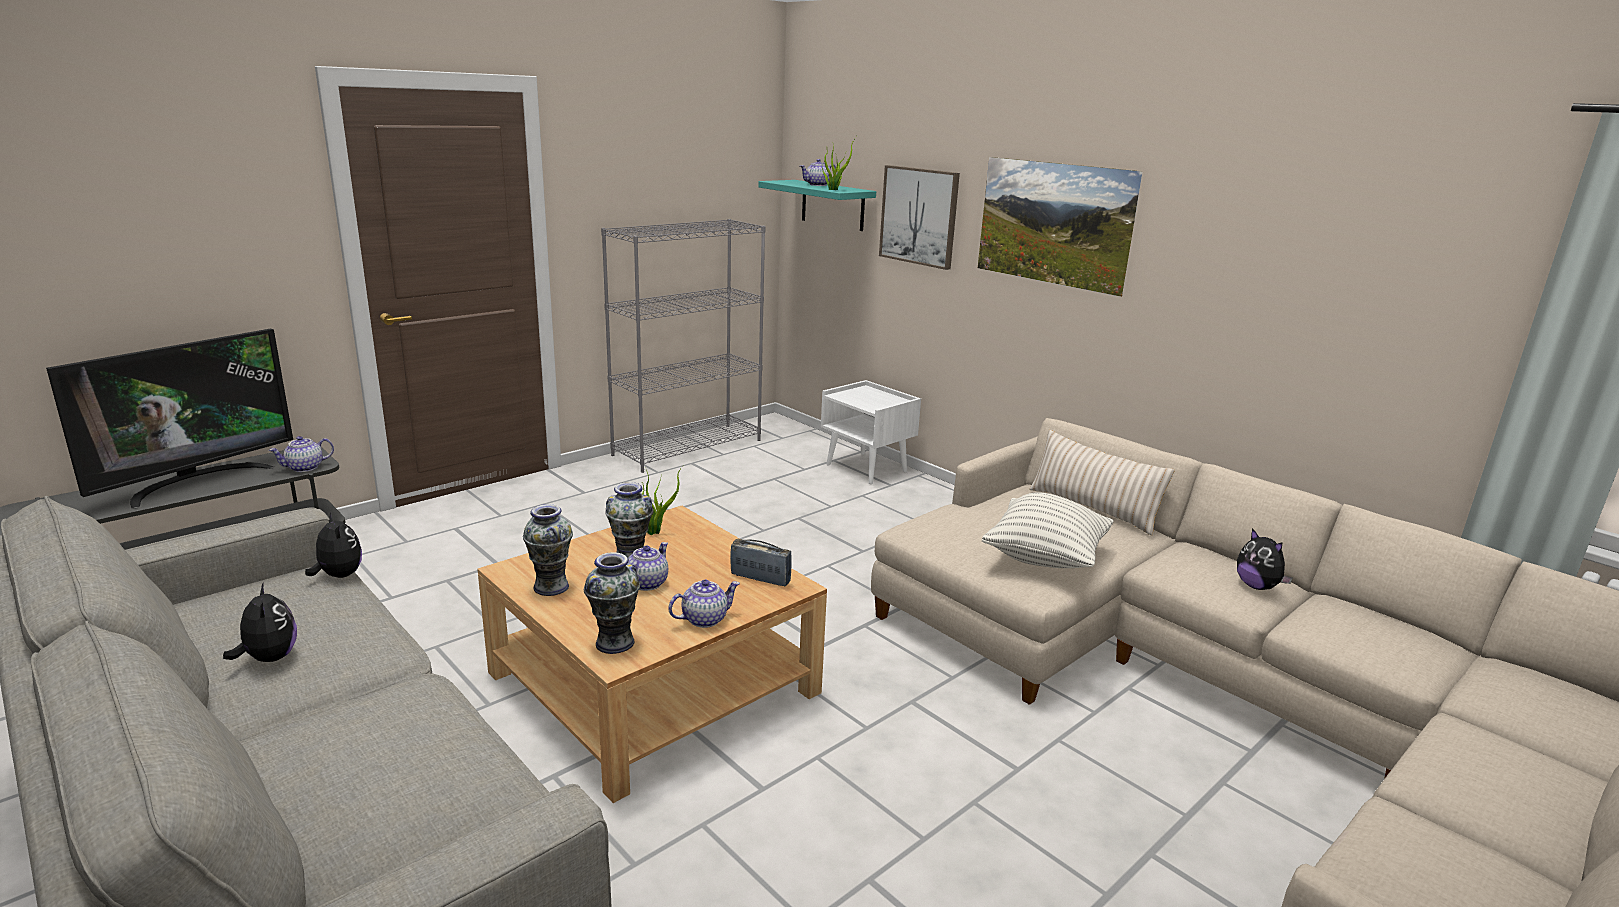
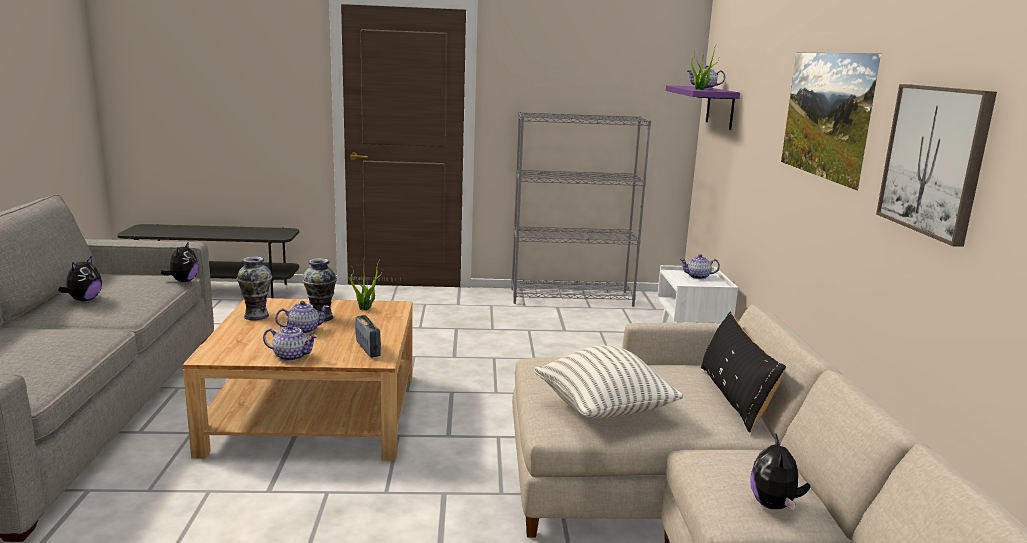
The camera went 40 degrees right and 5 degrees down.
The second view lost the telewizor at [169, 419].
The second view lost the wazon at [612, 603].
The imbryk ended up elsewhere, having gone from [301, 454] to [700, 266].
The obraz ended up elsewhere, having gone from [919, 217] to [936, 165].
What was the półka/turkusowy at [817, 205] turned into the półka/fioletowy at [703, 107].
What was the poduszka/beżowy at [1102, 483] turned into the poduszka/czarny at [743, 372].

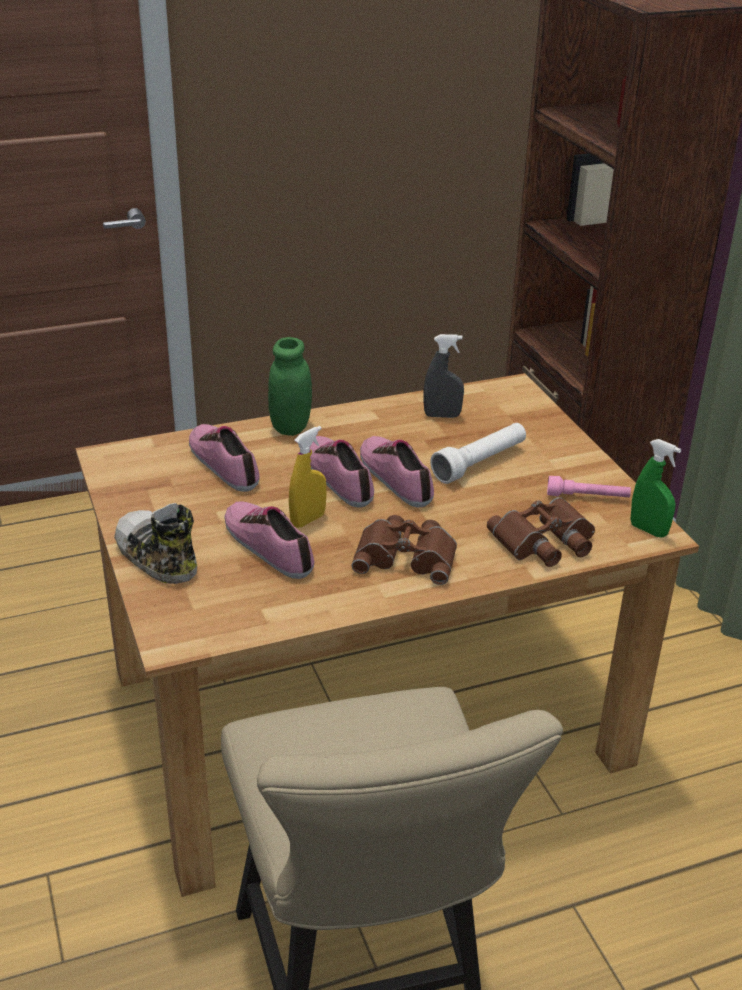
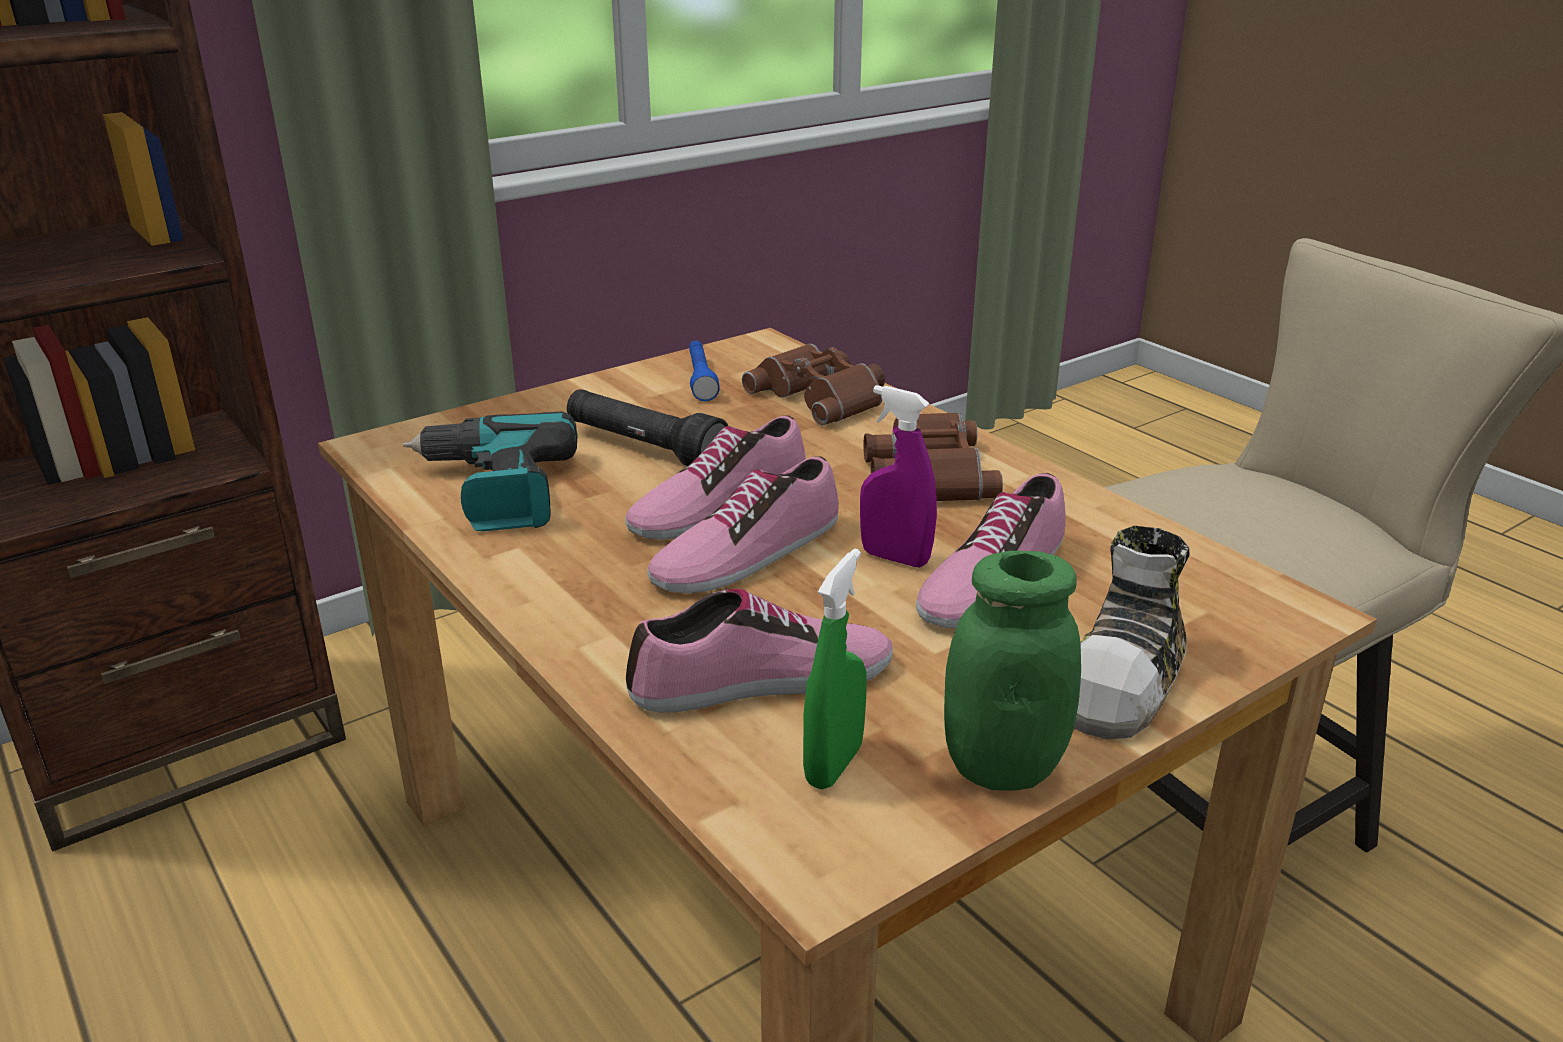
The camera went 105 degrees left and 5 degrees down.
The słoik/zielony ended up elsewhere, having gone from [290, 386] to [1012, 671].
The spryskiwacz/zielony ended up elsewhere, having gone from [656, 488] to [835, 669].
Where the spryskiwacz/szary stood at [443, 376], the wiertarka came to stand at [490, 471].
What was the spryskiwacz/żółty at [307, 477] turned into the spryskiwacz/fioletowy at [898, 476].
What was the latarka/biały at [478, 453] turned into the latarka/czarny at [647, 427].
What was the latarka/różowy at [589, 486] turned into the latarka/niebieski at [704, 370].
The but at [224, 458] ended up facing another way, 150 degrees counterclockwise from before.

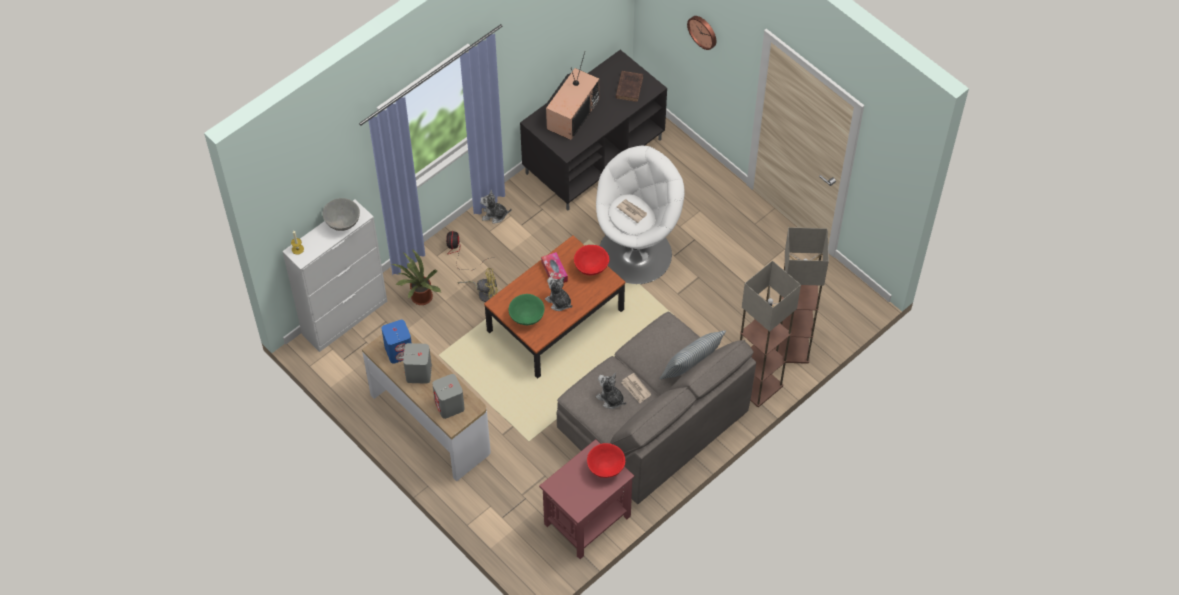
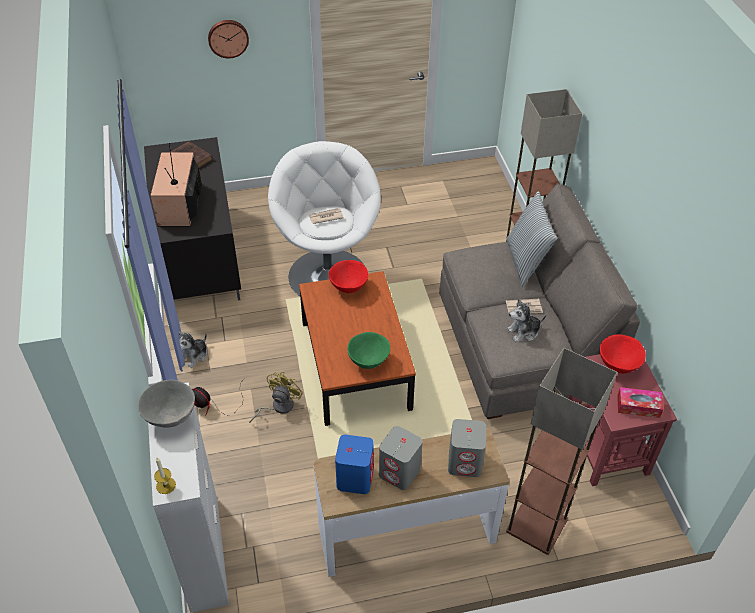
The camera went 60 degrees left and 10 degrees down.
The second view lost the roślina doniczkowa at [416, 277].
The second view lost the pluszak at [558, 293].
The pudełko chusteczek ended up elsewhere, having gone from [554, 267] to [640, 402].
The lampa stojąca ended up elsewhere, having gone from [801, 295] to [561, 451].
The telewizor at [573, 95] ended up facing another way, 150 degrees counterclockwise from before.

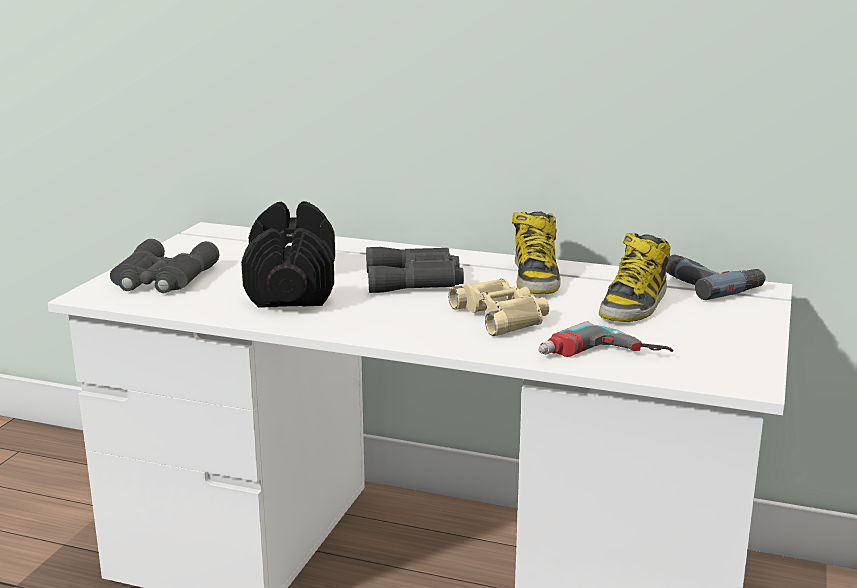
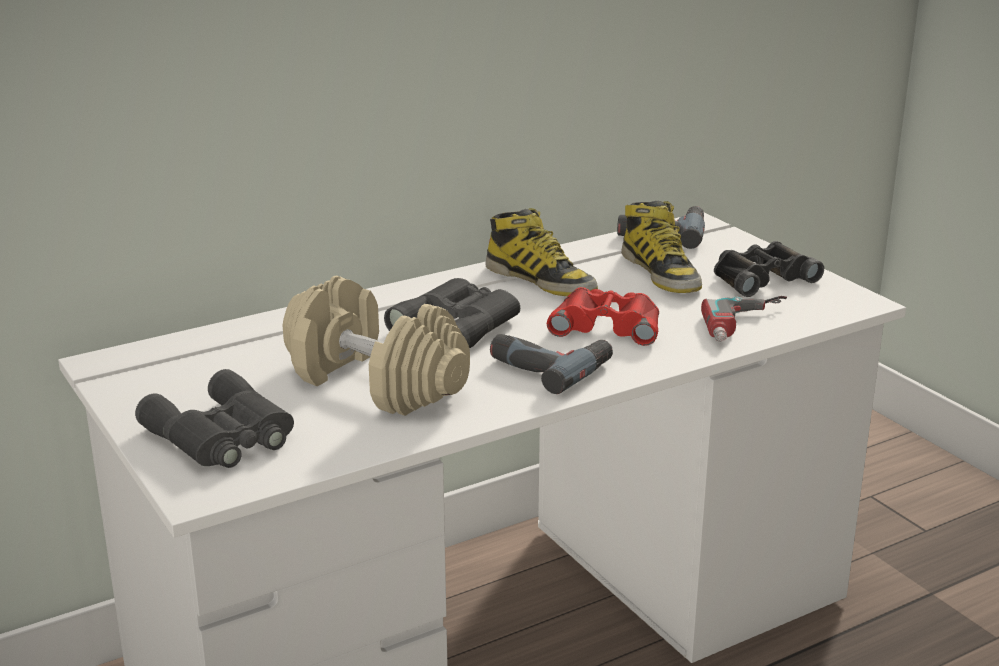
The camera went 50 degrees left and 5 degrees up.
The second view gained the wiertarka at [551, 364].
The second view gained the lornetka/czarny at [769, 269].
What was the hantel/czarny at [288, 254] turned into the hantel/beżowy at [376, 346].
What was the lornetka/beżowy at [498, 307] turned into the lornetka/czerwony at [603, 316].

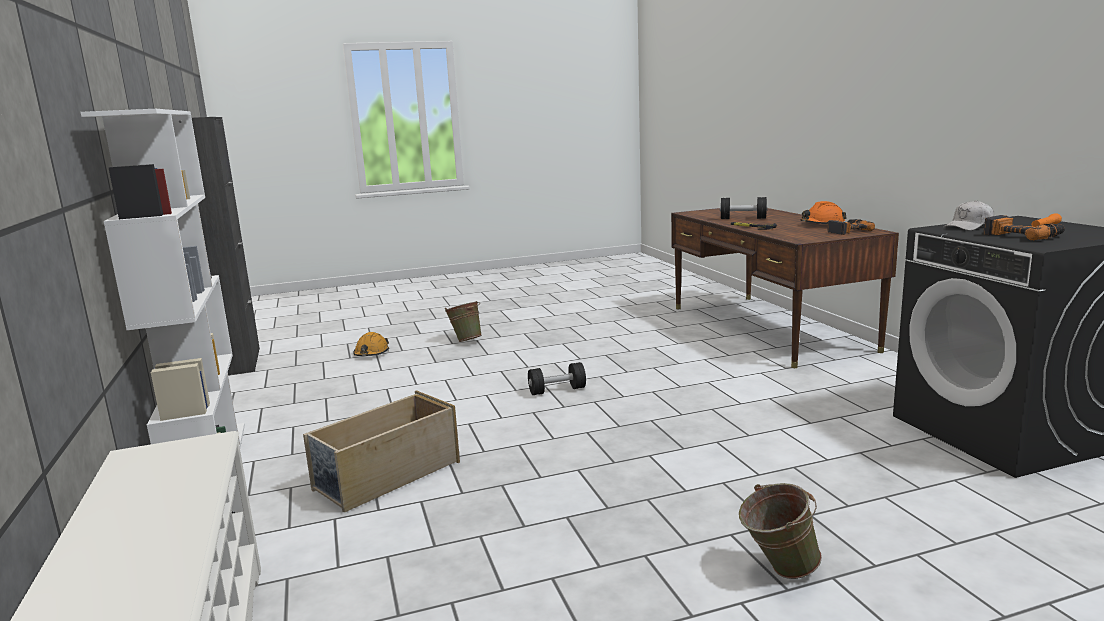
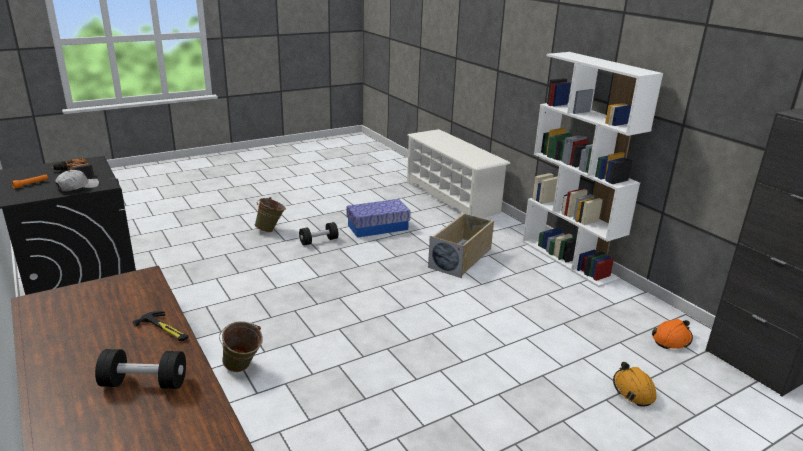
The camera went 165 degrees right and 10 degrees up.
The second view lost the wiertarka at [851, 227].
The second view gained the pojemnik do przechowywania at [378, 218].
The wiadro/zielony ended up elsewhere, having gone from [463, 321] to [241, 346].
The hantel/czarny ended up elsewhere, having gone from [557, 378] to [319, 234].
The kask/pomarańczowy ended up elsewhere, having gone from [823, 212] to [672, 334].

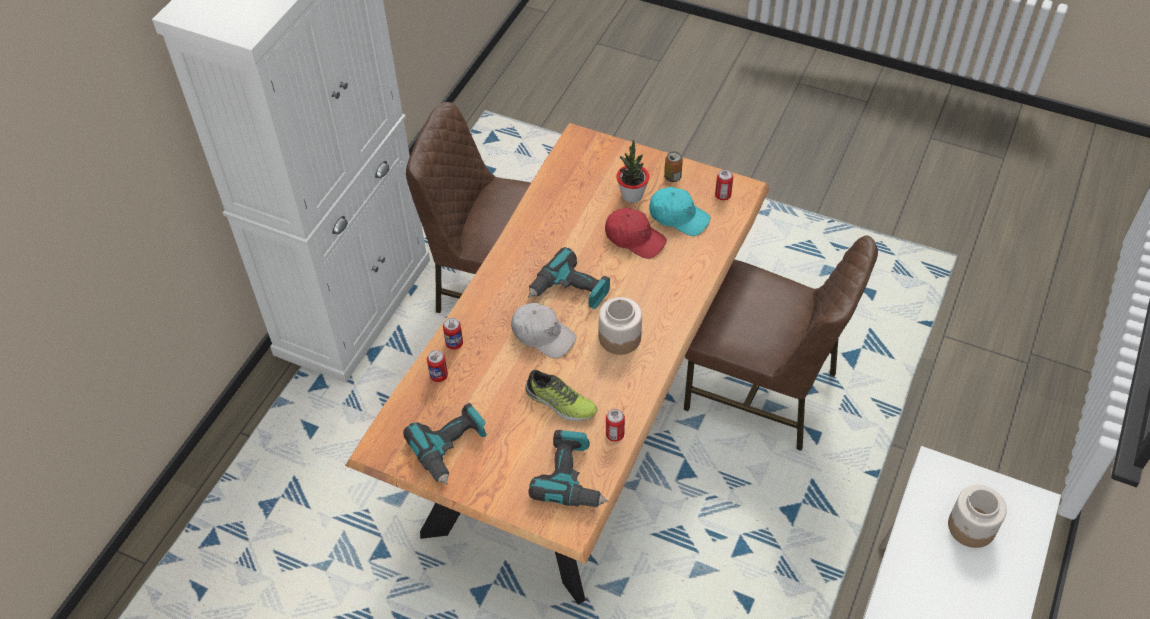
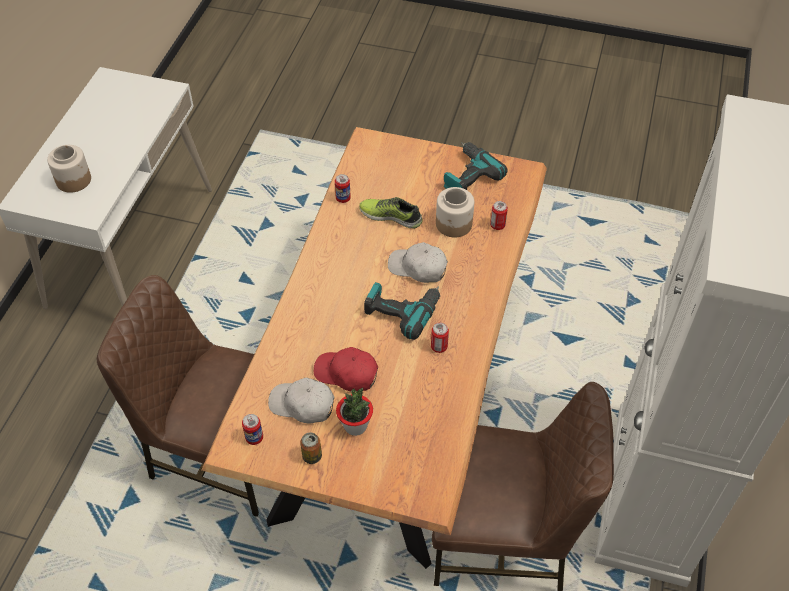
The camera went 170 degrees right and 0 degrees up.
The second view lost the wiertarka at [568, 468].
The puszka ended up elsewhere, having gone from [453, 334] to [440, 338].
The słoik ended up elsewhere, having gone from [620, 326] to [455, 212].
What was the czapka z daszkiem/turkusowy at [679, 211] turned into the czapka z daszkiem/biały at [301, 400].

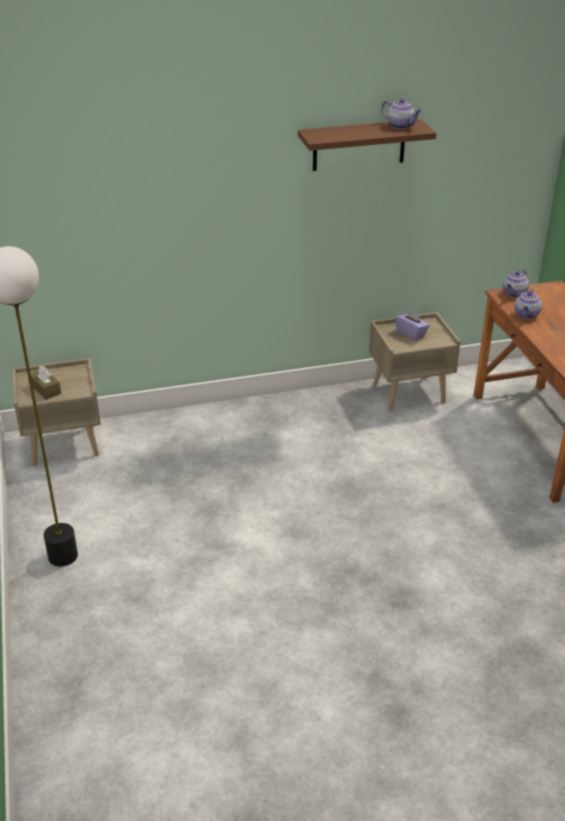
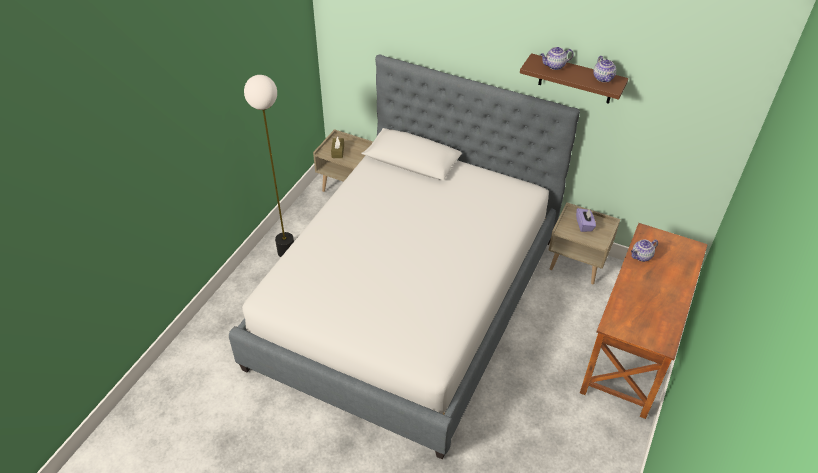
The camera went 40 degrees right and 10 degrees up.
The second view gained the łóżko at [404, 257].
The imbryk ended up elsewhere, having gone from [516, 283] to [556, 58].

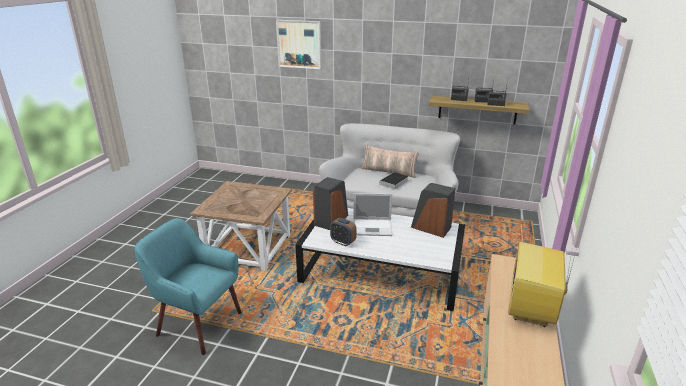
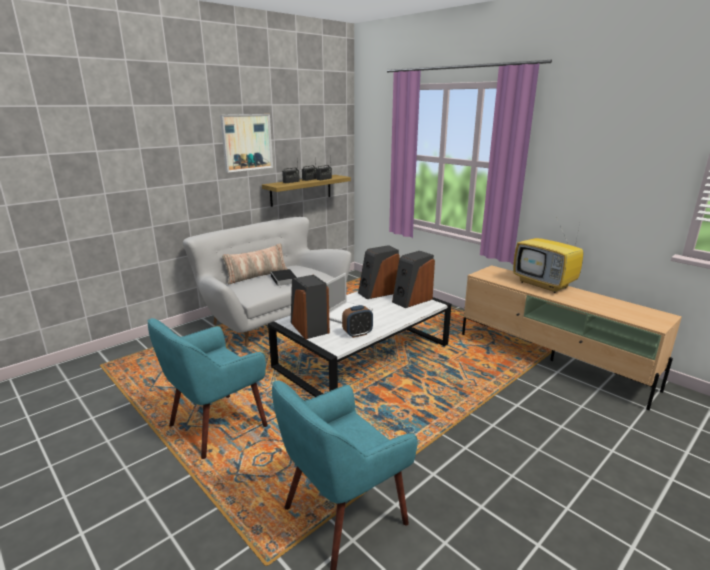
The camera went 60 degrees left and 5 degrees down.
The second view gained the głośnik at [413, 279].
The obraz ended up elsewhere, having gone from [298, 44] to [246, 143].
Where the stolik/brązowy stood at [241, 226], the fotel/turkusowy came to stand at [207, 388].

